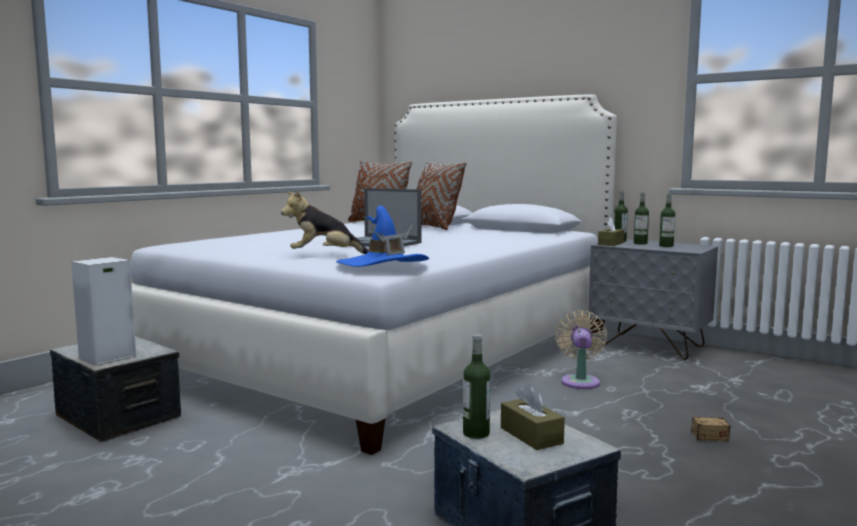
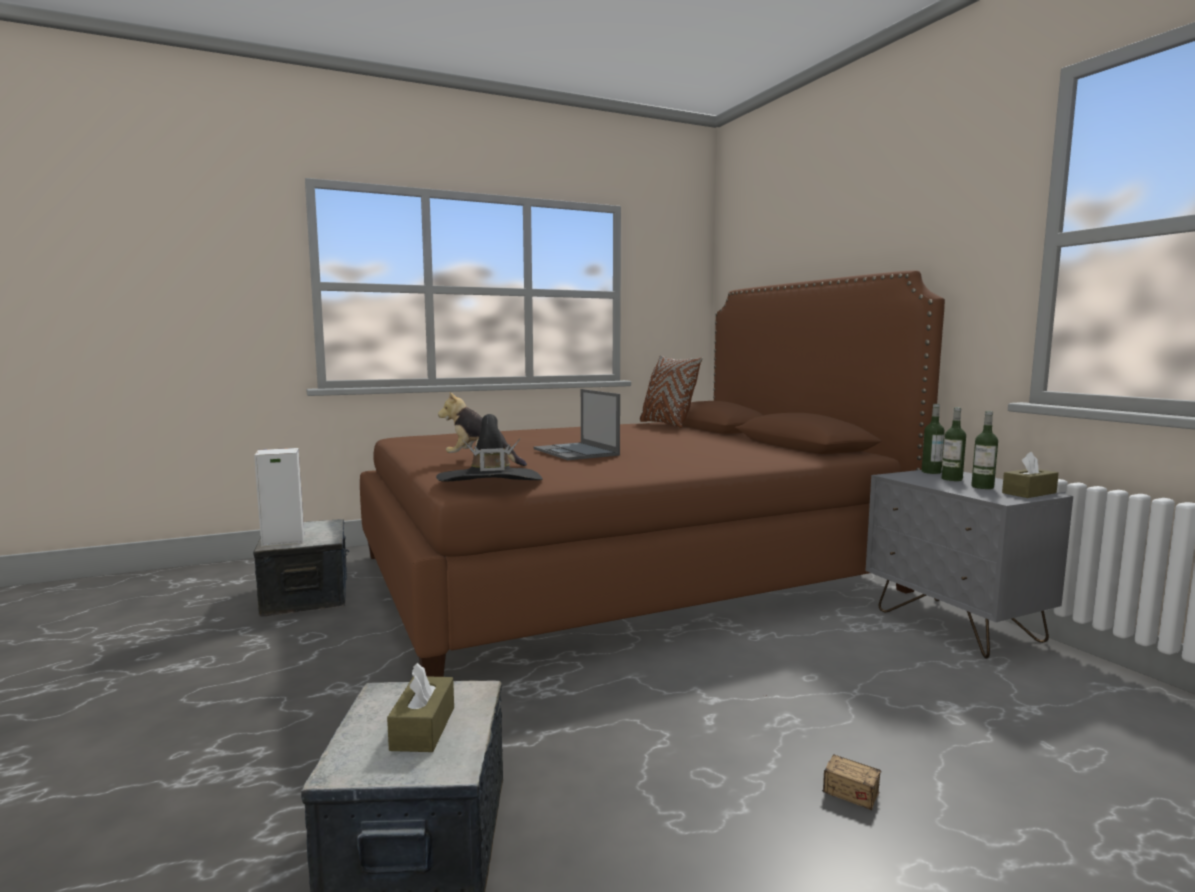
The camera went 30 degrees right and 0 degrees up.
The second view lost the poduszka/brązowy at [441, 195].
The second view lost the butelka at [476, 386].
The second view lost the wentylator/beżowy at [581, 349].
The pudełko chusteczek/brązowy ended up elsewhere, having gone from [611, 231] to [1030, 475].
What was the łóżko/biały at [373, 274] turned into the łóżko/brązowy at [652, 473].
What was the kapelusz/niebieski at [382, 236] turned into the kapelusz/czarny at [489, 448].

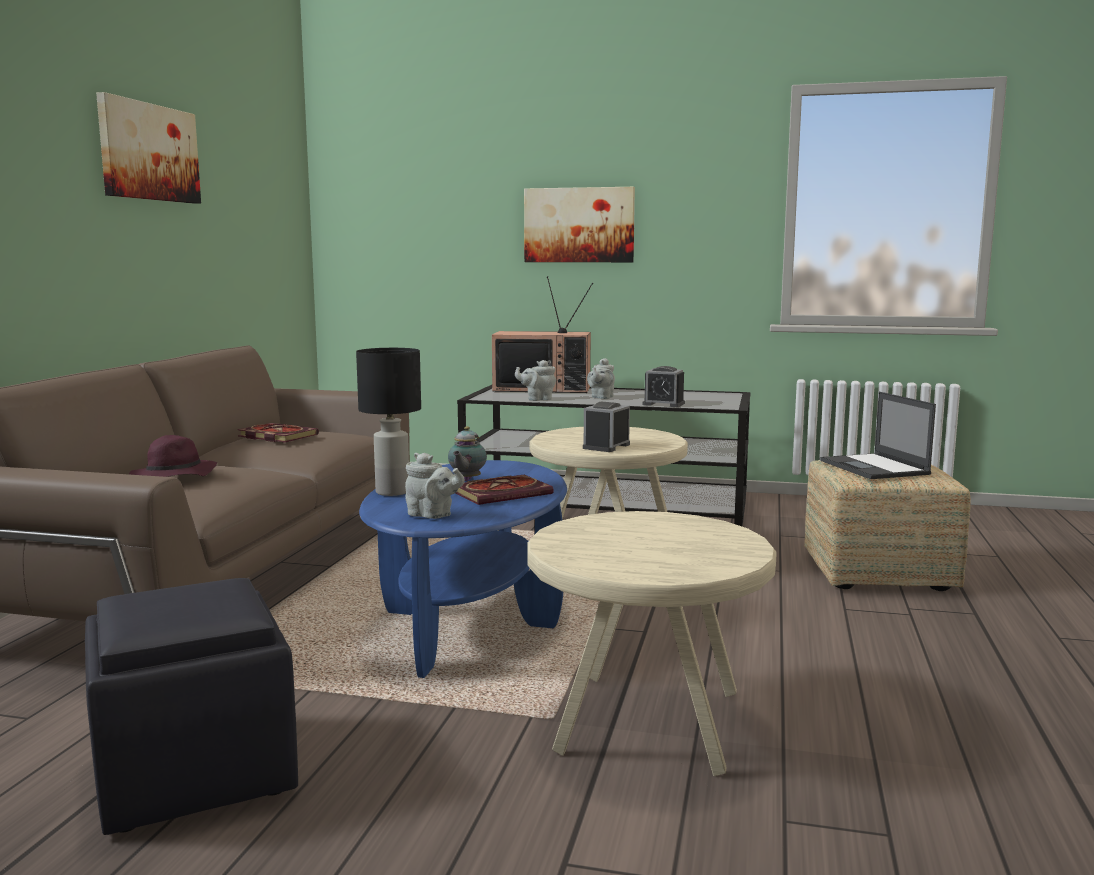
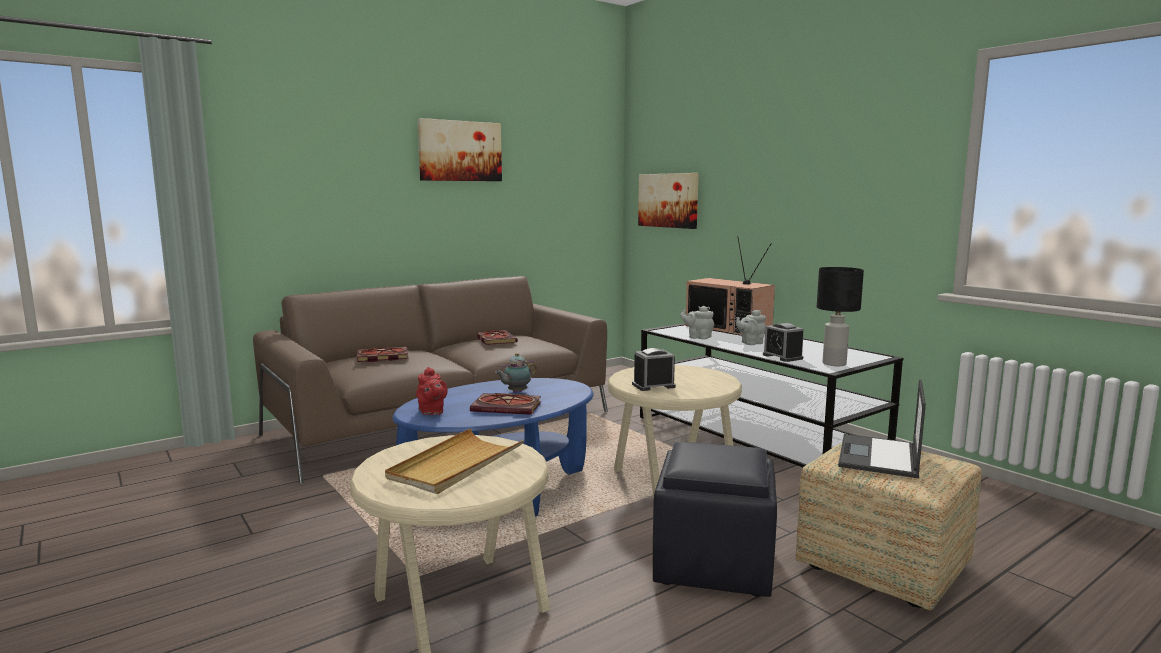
The camera went 40 degrees right and 0 degrees up.
The second view gained the taca/beżowy at [454, 461].
The pufa/czarny ended up elsewhere, having gone from [191, 706] to [715, 519].
The lampa stołowa/czarny ended up elsewhere, having gone from [388, 422] to [840, 316].
The obraz ended up elsewhere, having gone from [579, 224] to [668, 201].
Where the kapelusz/fioletowy stood at [173, 456], the książka came to stand at [383, 354].
What was the imbryk/szary at [435, 486] turned into the imbryk/czerwony at [432, 391].

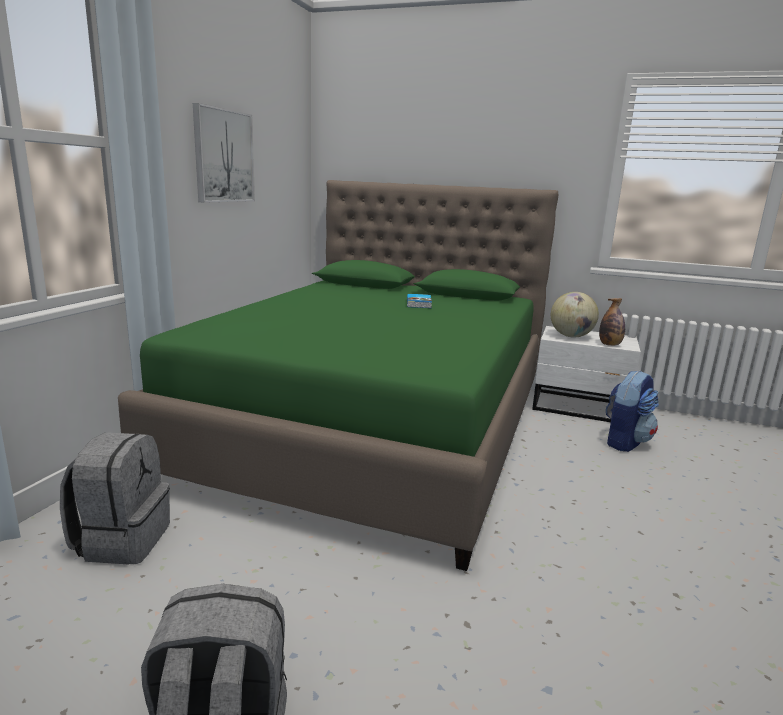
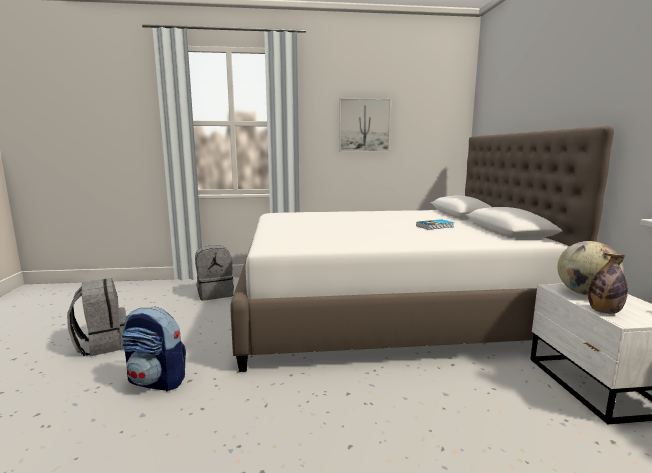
The camera went 65 degrees right and 5 degrees down.
The plecak ended up elsewhere, having gone from [632, 411] to [154, 349].
What was the łóżko/zielony at [338, 375] turned into the łóżko/biały at [422, 249].

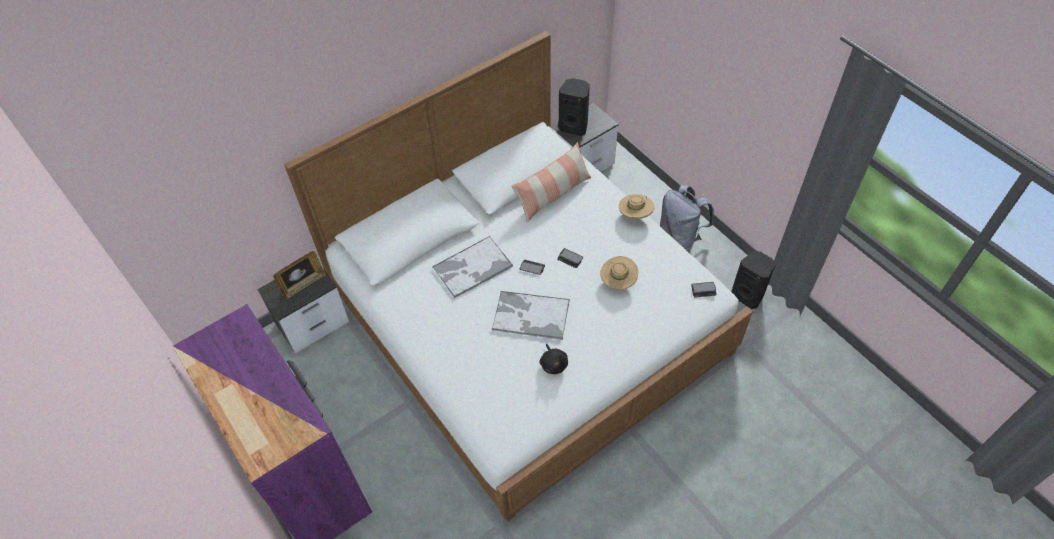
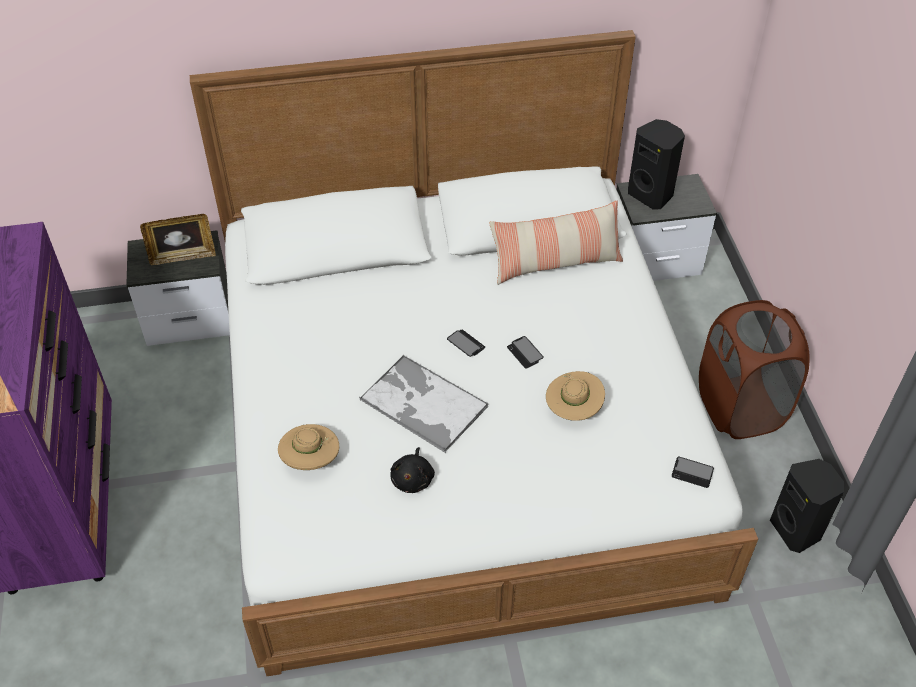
The camera went 25 degrees right and 5 degrees down.
The second view lost the taca at [472, 267].
The kapelusz/beżowy ended up elsewhere, having gone from [636, 206] to [308, 447].
Where the plecak/szary stood at [687, 218], the kosz na pranie/brązowy came to stand at [754, 369].

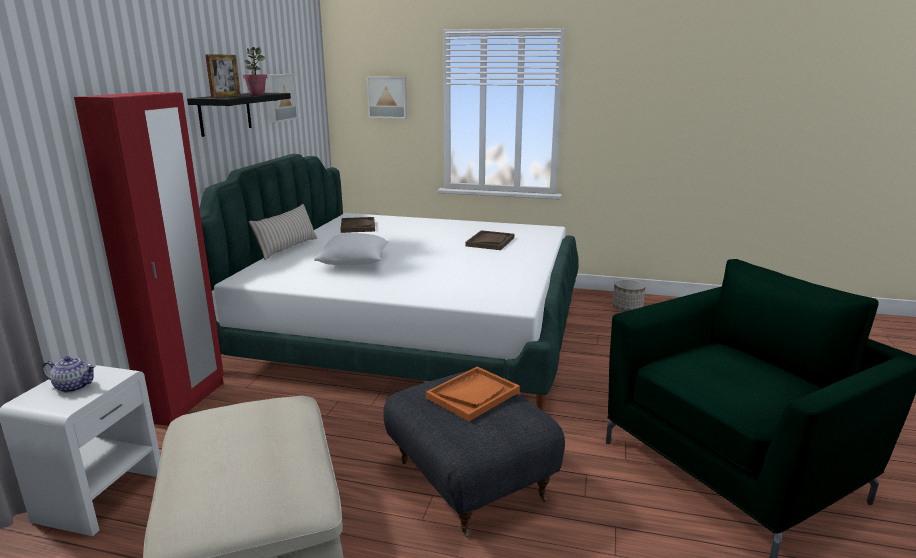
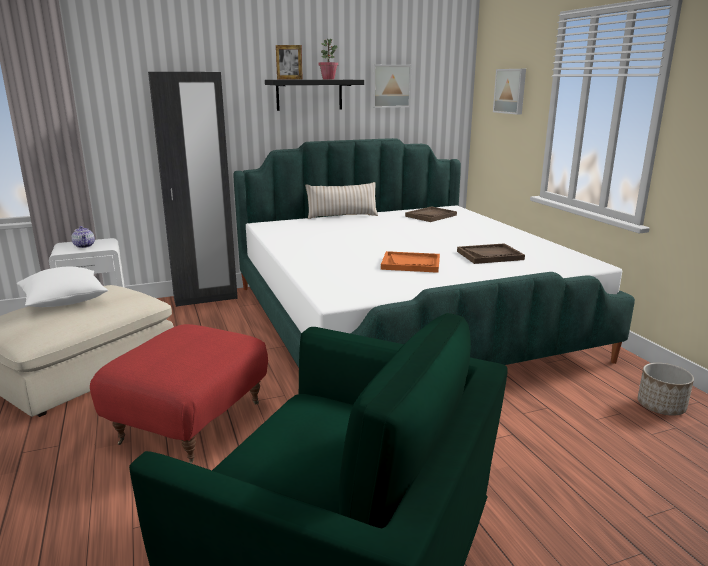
The camera went 55 degrees right and 0 degrees up.
The poduszka/biały ended up elsewhere, having gone from [351, 249] to [62, 287].
The taca/pomarańczowy ended up elsewhere, having gone from [473, 394] to [410, 262].
What was the szafa/czerwony at [149, 259] turned into the szafa/czarny at [193, 189].
What was the pufa/szary at [474, 454] turned into the pufa/czerwony at [179, 394].

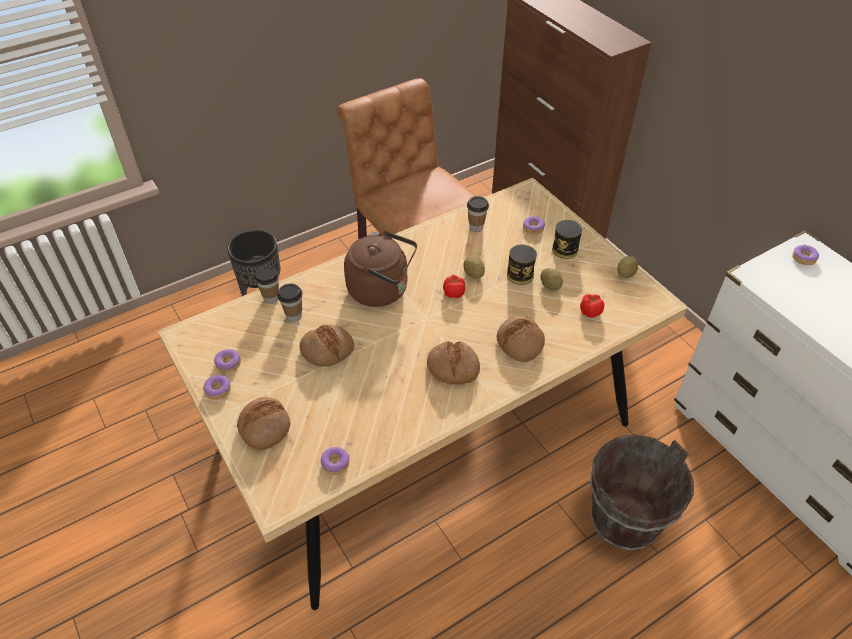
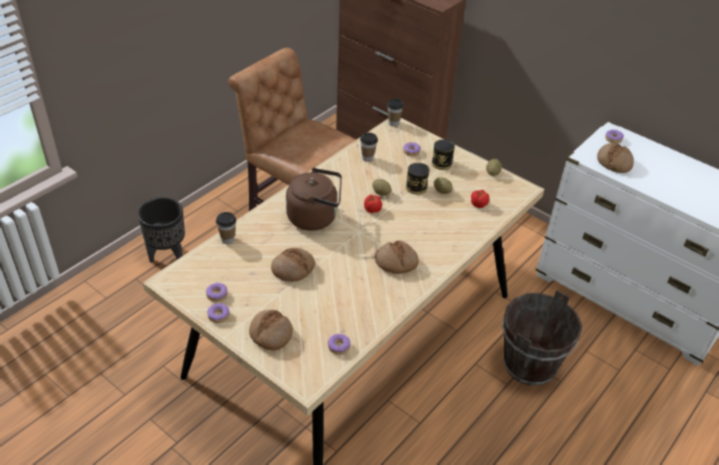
The camera went 20 degrees left and 5 degrees down.
The filiżanka ended up elsewhere, having gone from [290, 303] to [395, 112].
The chleb ended up elsewhere, having gone from [521, 338] to [615, 158].

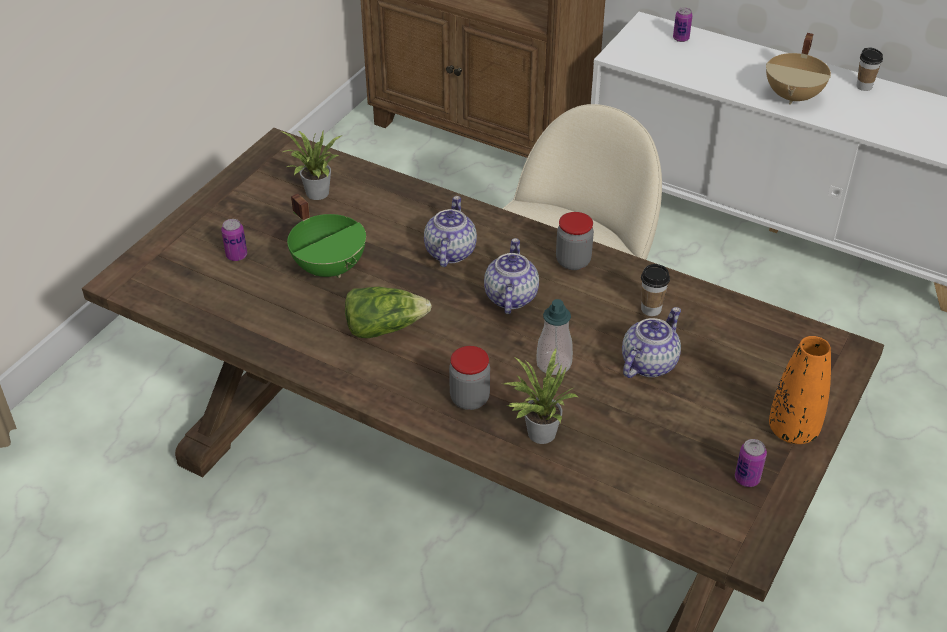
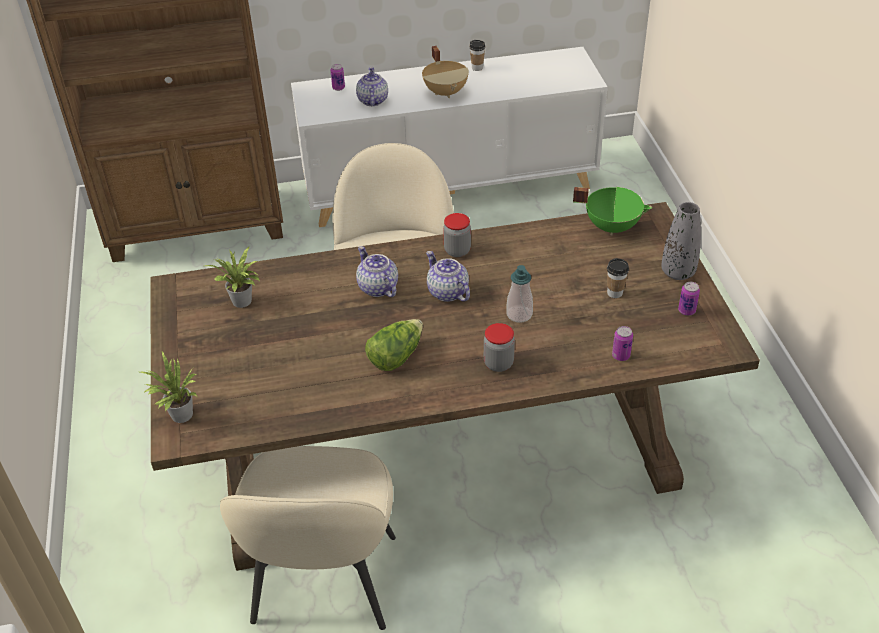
The camera went 40 degrees left and 0 degrees up.
The second view gained the krzesło/beżowy at [308, 538].
The puszka ended up elsewhere, having gone from [234, 240] to [622, 343].
The garnek/zielony ended up elsewhere, having gone from [326, 236] to [612, 211].
The roślina doniczkowa ended up elsewhere, having gone from [541, 396] to [168, 387].
The imbryk ended up elsewhere, having gone from [651, 342] to [372, 86].
The filiżanka ended up elsewhere, having gone from [655, 290] to [618, 278].
What was the wazon/pomarańczowy at [800, 390] turned into the wazon/szary at [681, 241].

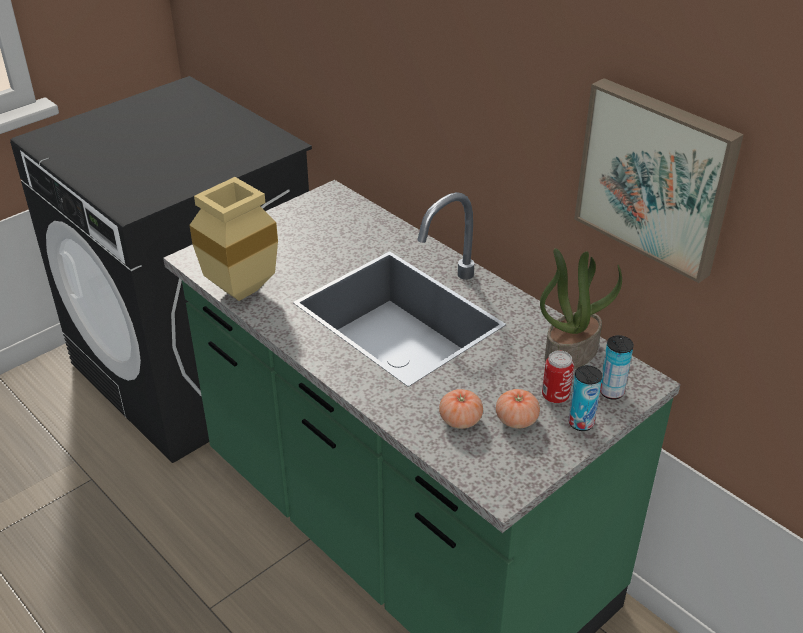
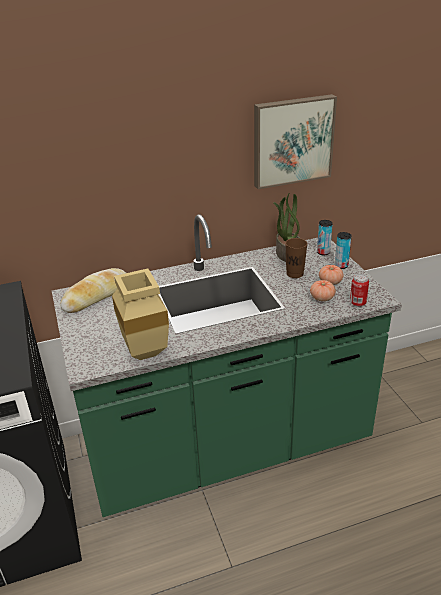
The camera went 65 degrees left and 5 degrees down.
The second view gained the chleb at [93, 290].
The second view gained the filiżanka/brązowy at [296, 258].
The puszka ended up elsewhere, having gone from [558, 376] to [359, 290].

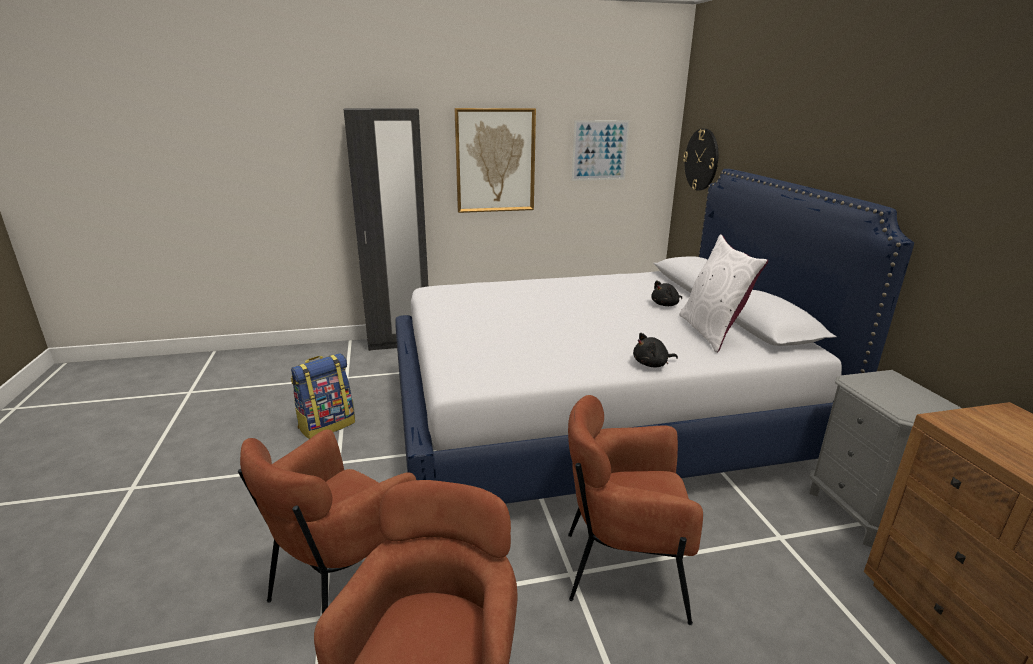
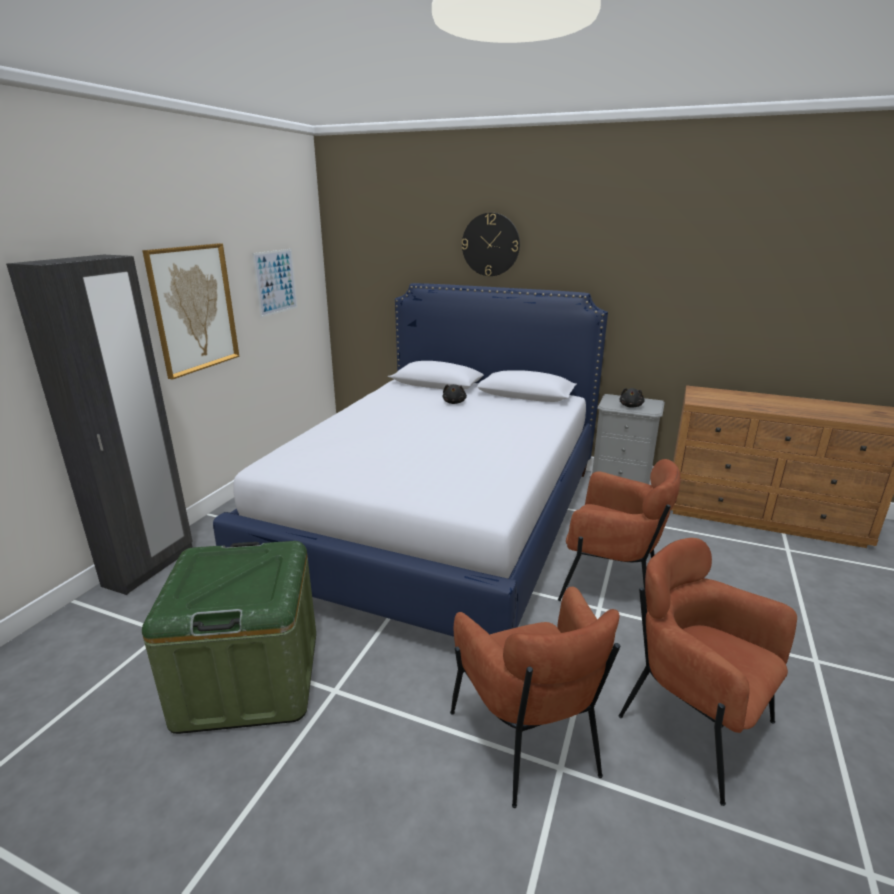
The camera went 55 degrees left and 0 degrees up.
The second view lost the poduszka/biały at [723, 293].
The pluszak/czarny ended up elsewhere, having gone from [655, 350] to [632, 397].
The zegar ścienny ended up elsewhere, having gone from [700, 159] to [491, 244].
Where the plecak stood at [323, 396], the pojemnik do przechowywania/zielony came to stand at [229, 637].
The fotel/brązowy at [635, 510] ended up facing another way, 105 degrees counterclockwise from before.

